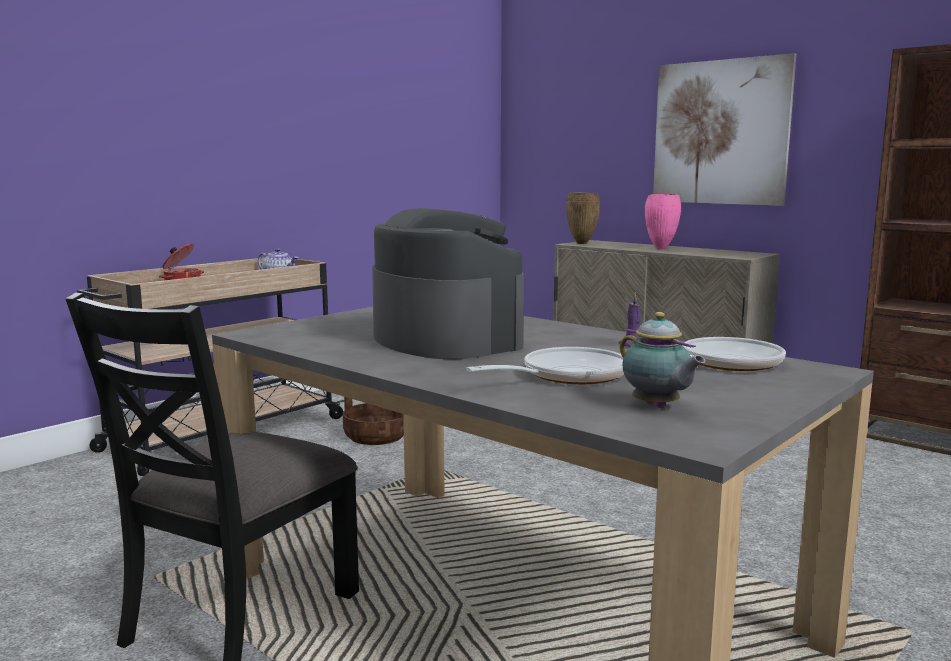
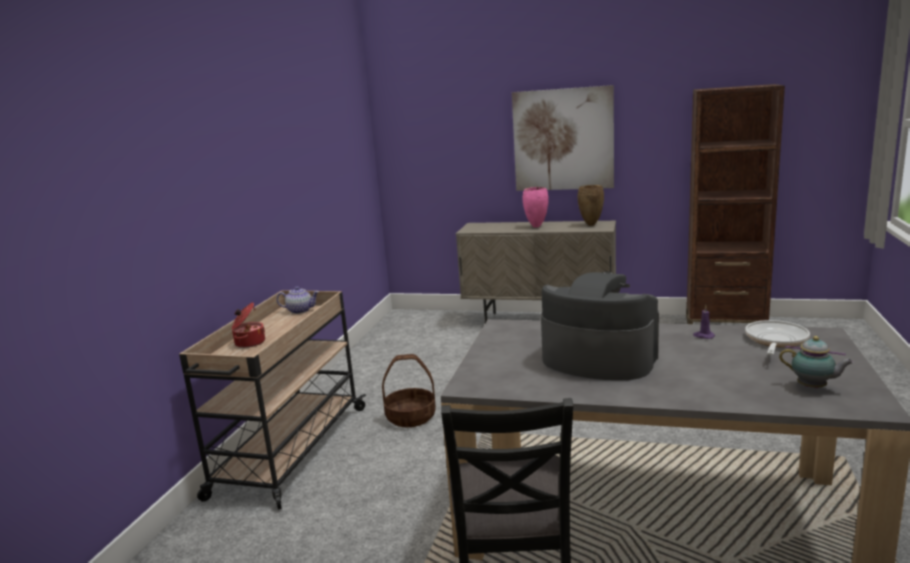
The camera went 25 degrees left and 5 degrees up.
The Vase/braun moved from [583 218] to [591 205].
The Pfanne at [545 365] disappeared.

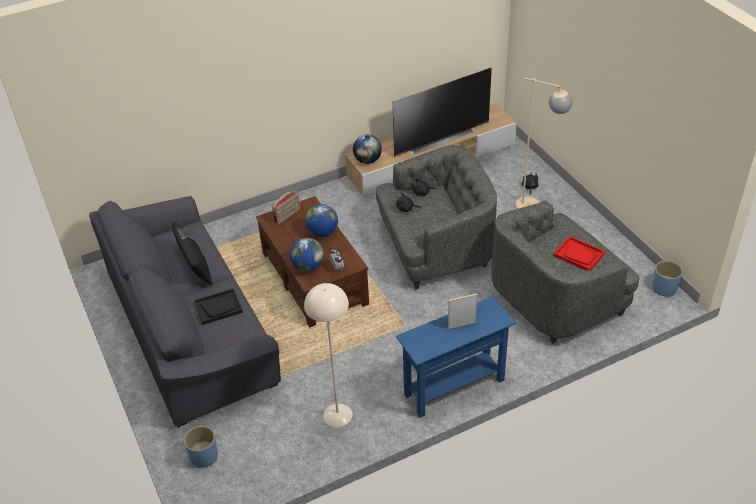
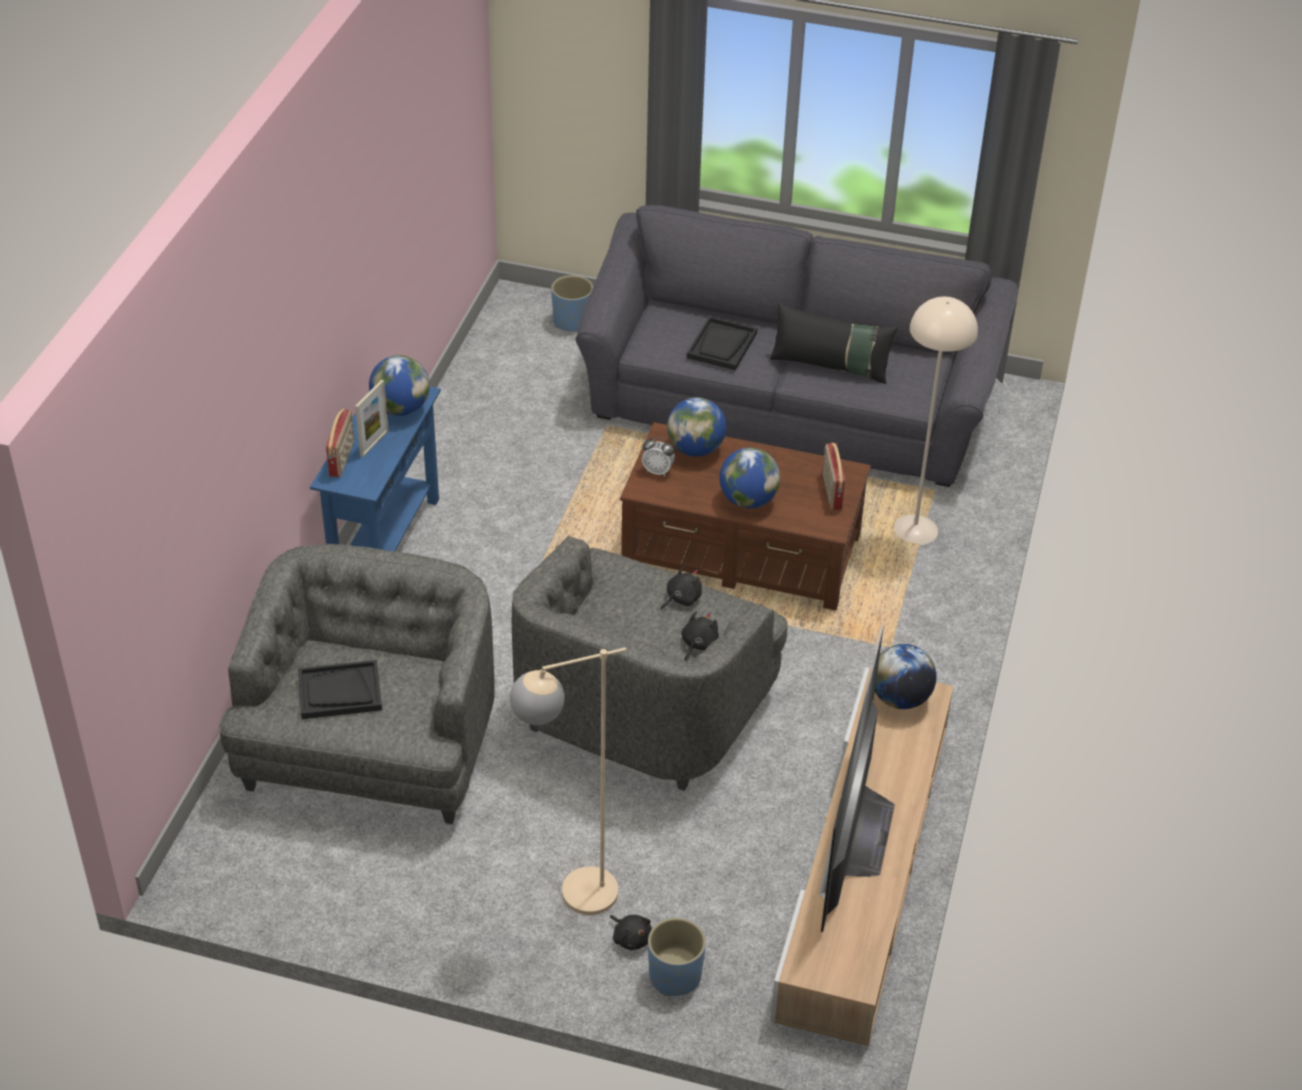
The camera went 130 degrees right and 0 degrees up.
The Tablett/rot at [579 253] became the Tablett/schwarz at [340 689].
The Pflanzkübel/blau moved from [667 278] to [677 957].
The Stehlampe/beige moved from [328 355] to [936 421].
The Globus at [399 385] appeared.
The Radio at [340 443] appeared.

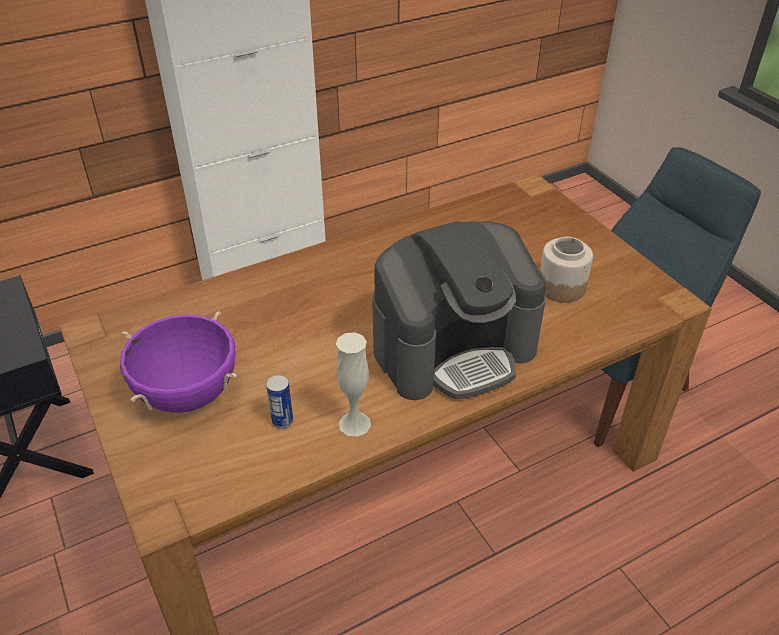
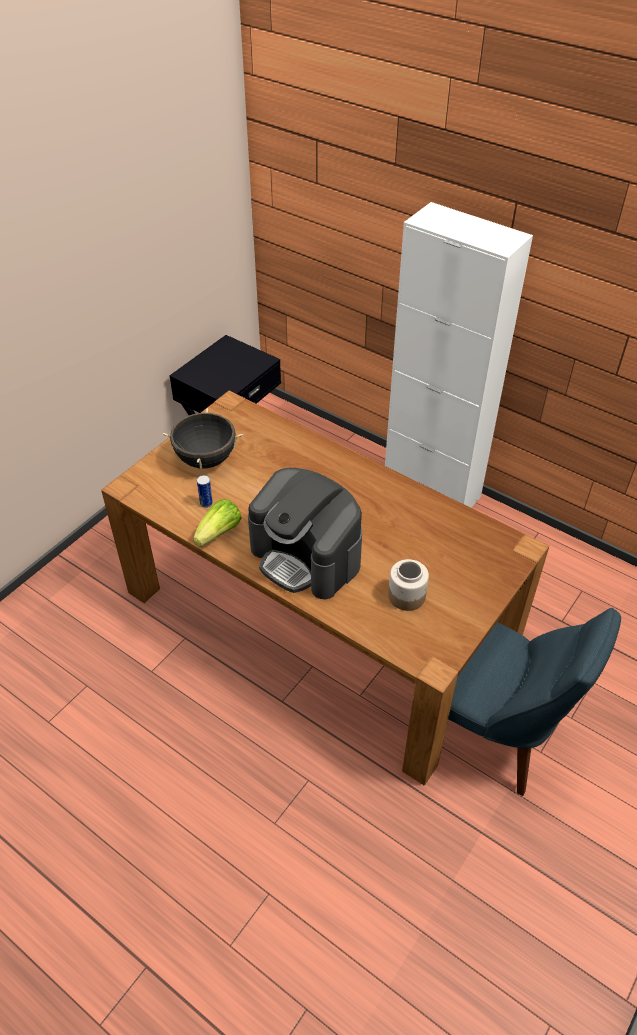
The camera went 65 degrees right and 5 degrees up.
The Kochtopf/lila at [179 362] became the Kochtopf/schwarz at [202 438].
The Vase/weiß at [353 384] was replaced by the Salatkopf at [217 523].

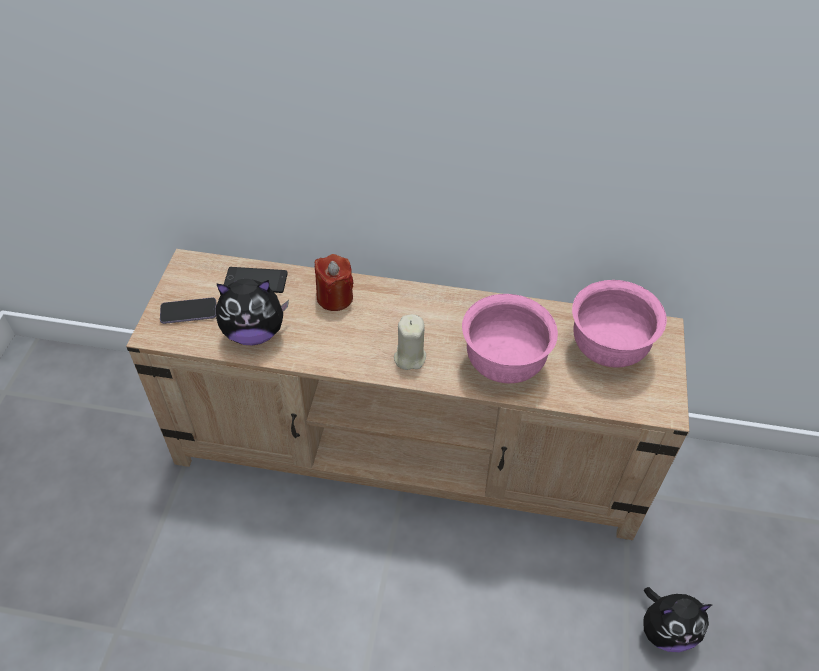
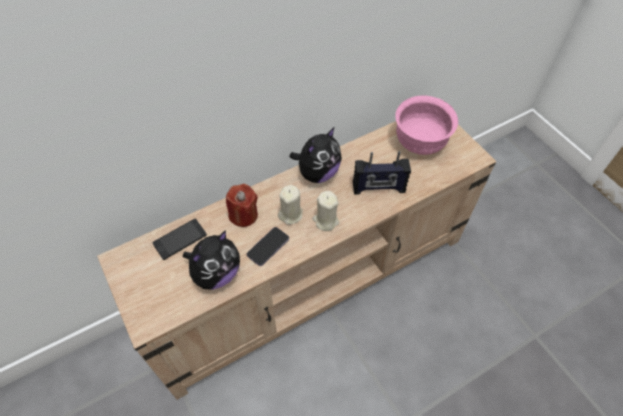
The camera went 40 degrees left and 5 degrees up.
The Schüssel/rosa at [510 338] was replaced by the Radio at [382 173].
The Handy moved from [188 311] to [268 246].
The Plüschtier moved from [677 619] to [315 155].
The Kerze/beige at [290 205] appeared.

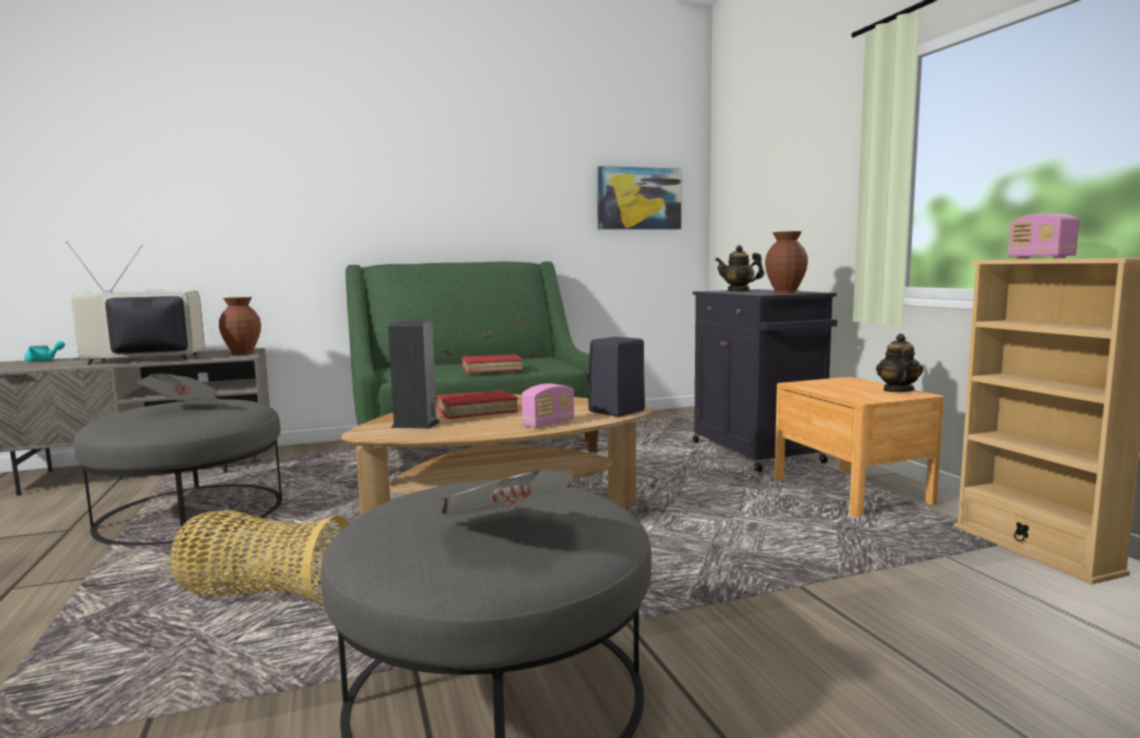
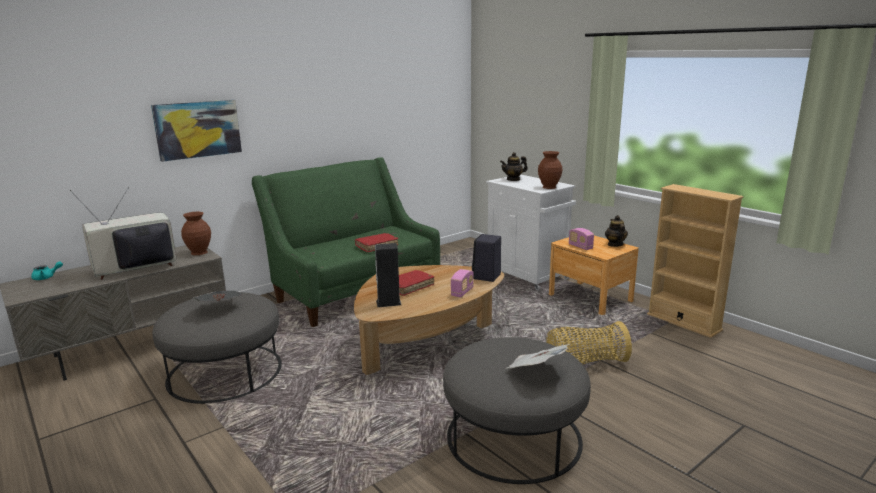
The camera went 20 degrees left and 10 degrees up.
The Bild moved from [639 198] to [196 131].
The Radio moved from [1043 236] to [581 239].
The Schrank/schwarz at [765 380] became the Schrank/weiß at [531 233].
The Korb moved from [260 557] to [589 343].

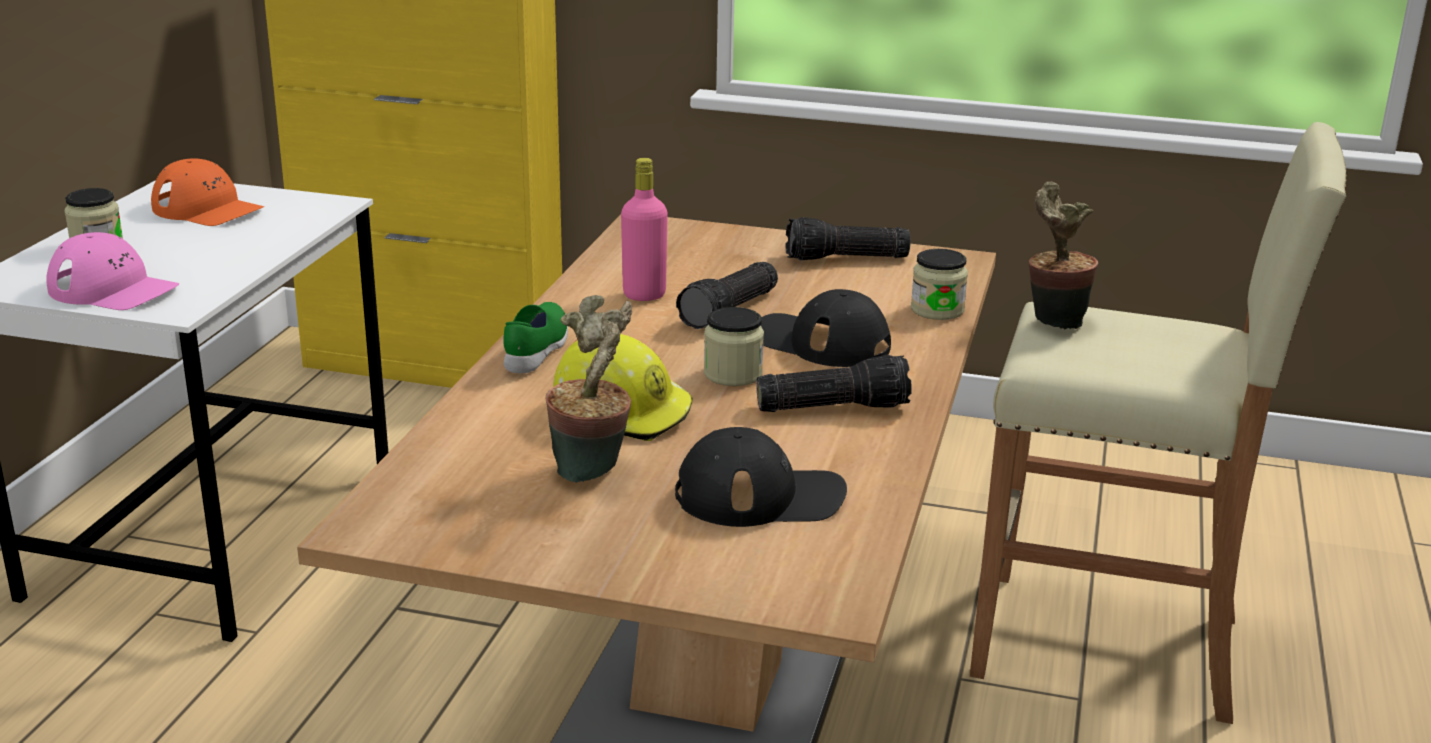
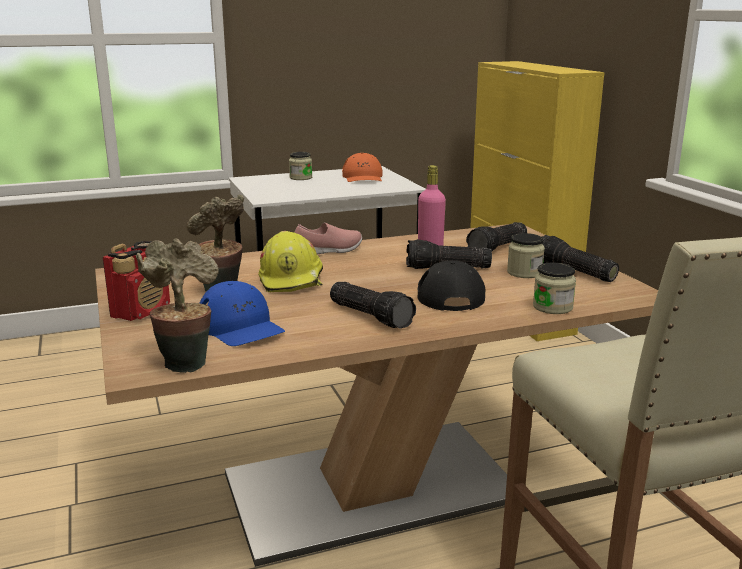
The camera went 55 degrees right and 5 degrees down.
The Topfpflanze moved from [1063 255] to [177 305].
The Kappe/rosa at [112 271] disappeared.
The Schuh/grün at [535 337] became the Schuh/rosa at [328 238].
The Vorratsglas moved from [734 346] to [526 255].
The Kappe/schwarz at [761 477] became the Kappe/blau at [242 313].
The Taschenlampe at [496 236] appeared.
The Radio at [136 281] appeared.

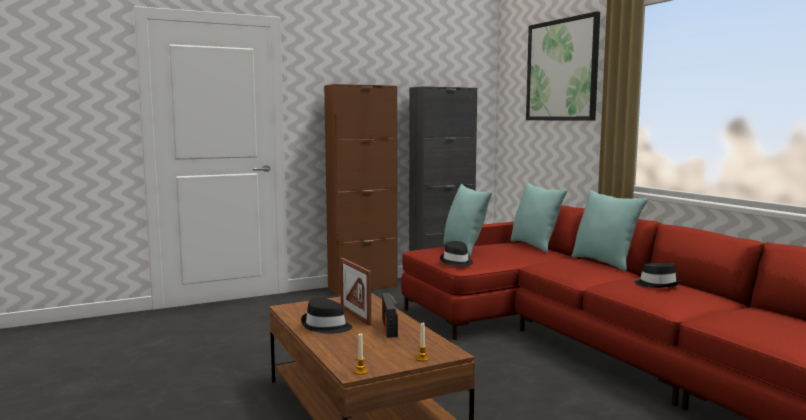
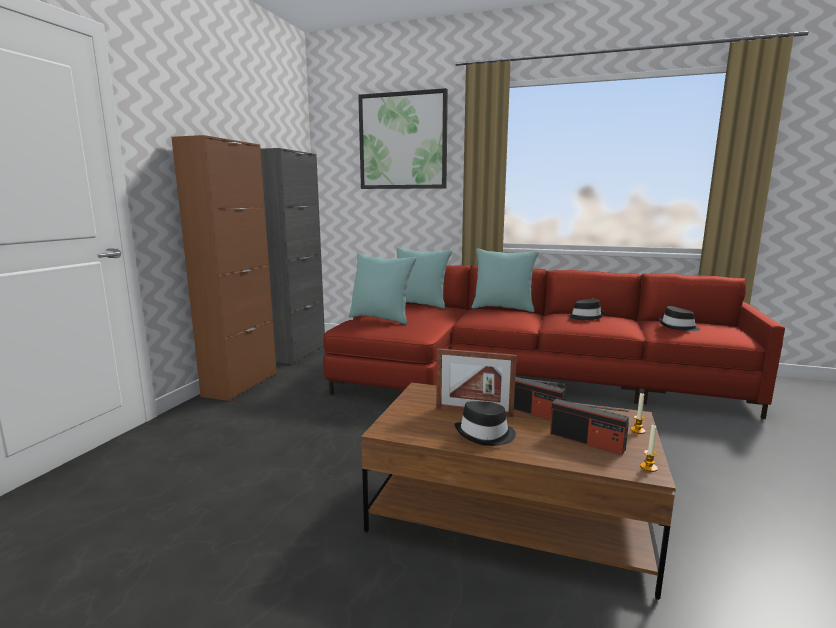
The camera went 45 degrees left and 5 degrees up.
The Hut/schwarz moved from [456 253] to [679 318].
The Radio at [589 427] appeared.

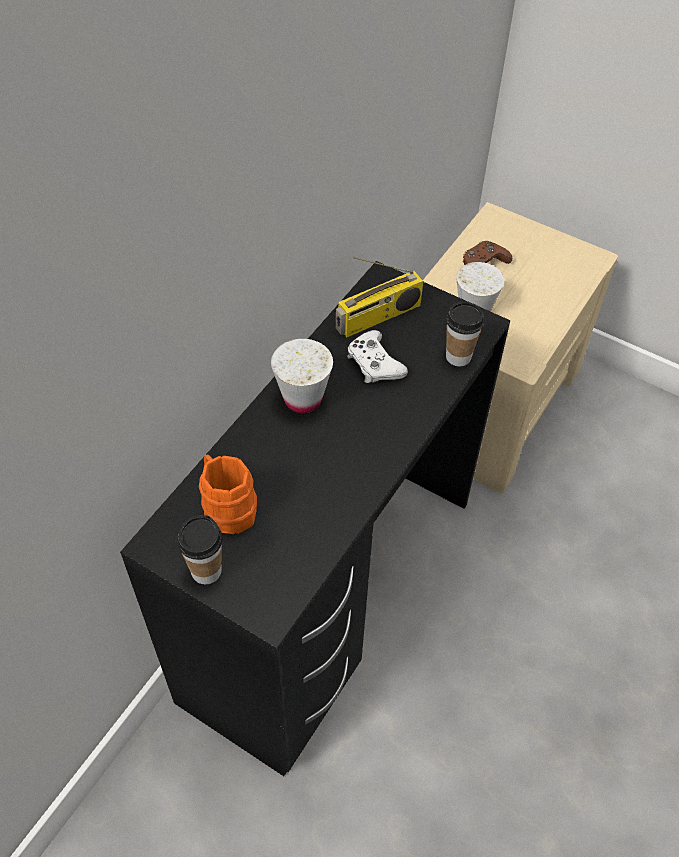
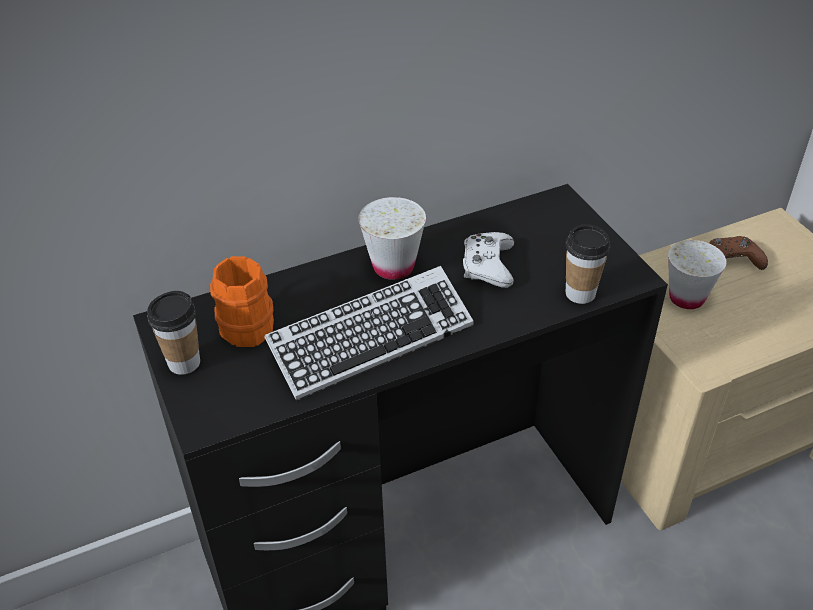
The camera went 35 degrees right and 10 degrees down.
The Radio at [379 297] disappeared.
The Tastatur at [369 333] appeared.

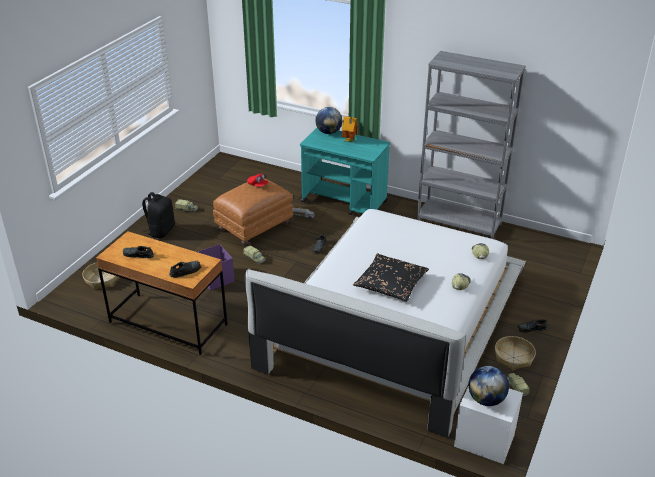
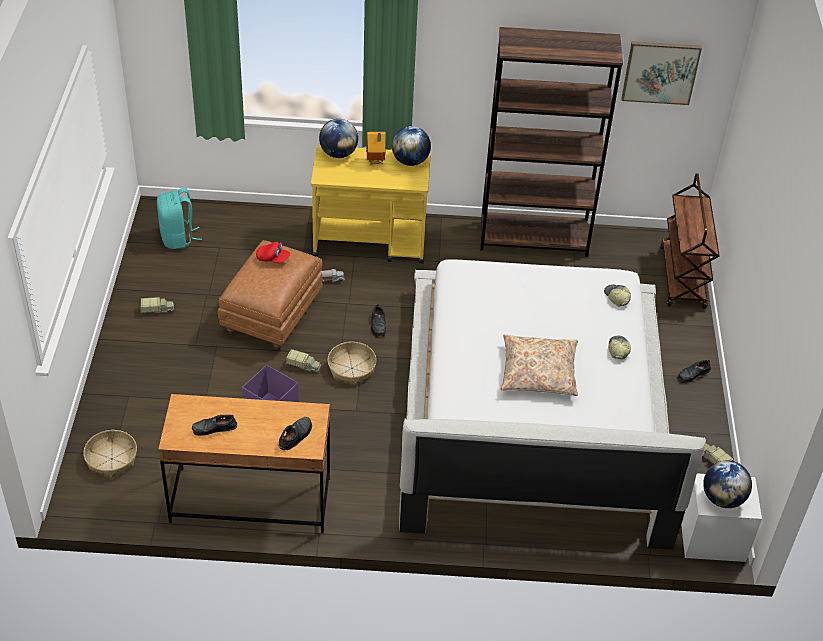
The camera went 25 degrees left and 10 degrees up.
The Bücherregal/grau at [471 145] became the Bücherregal/braun at [551 142].
The Rollwagen/türkis at [345 171] became the Rollwagen/gelb at [371 204].
The Rucksack/schwarz at [158 215] disappeared.
The Kissen/schwarz at [391 277] became the Kissen/beige at [539 365].
The Korb moved from [515 353] to [352 363].
The Bild at [661 73] appeared.
The Globus at [411 146] appeared.
The Rollwagen/braun at [690 241] appeared.
The Rucksack/türkis at [179 218] appeared.

